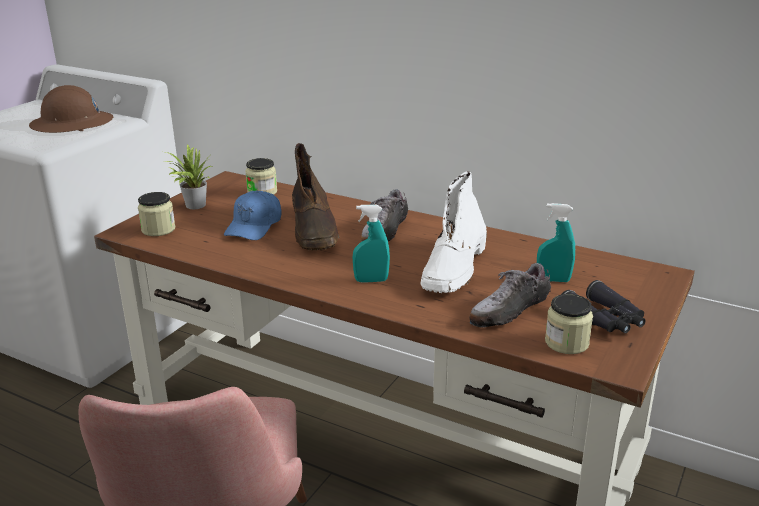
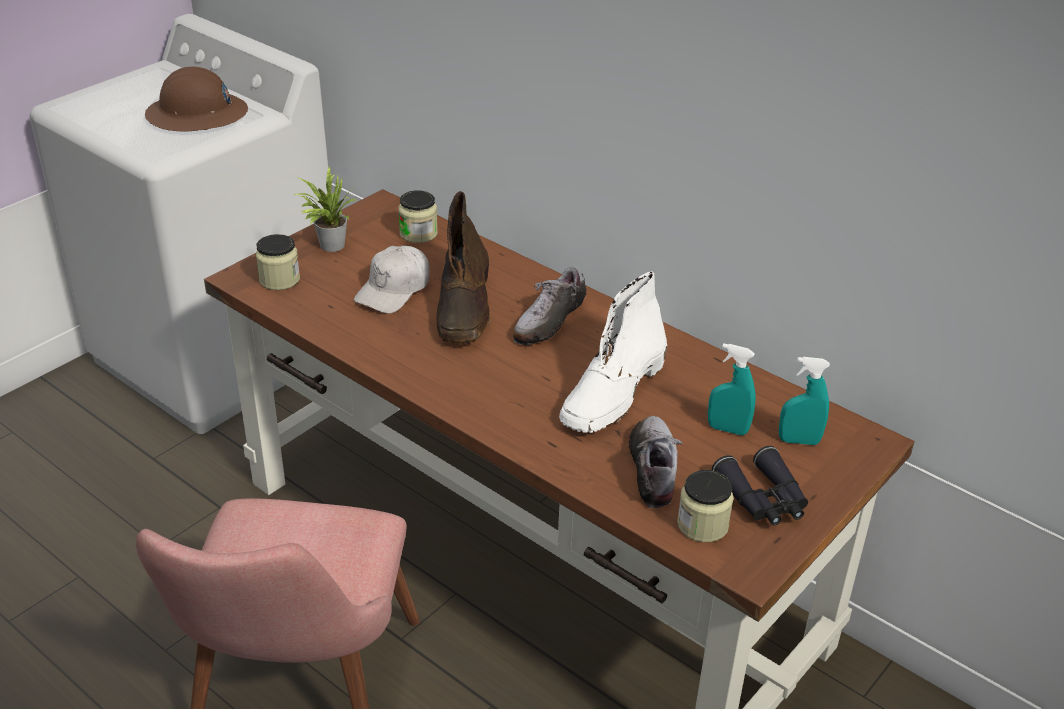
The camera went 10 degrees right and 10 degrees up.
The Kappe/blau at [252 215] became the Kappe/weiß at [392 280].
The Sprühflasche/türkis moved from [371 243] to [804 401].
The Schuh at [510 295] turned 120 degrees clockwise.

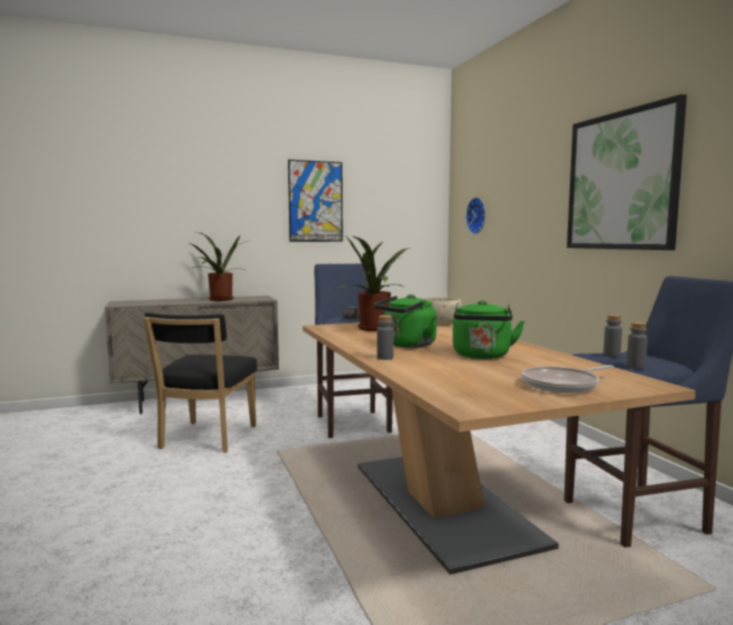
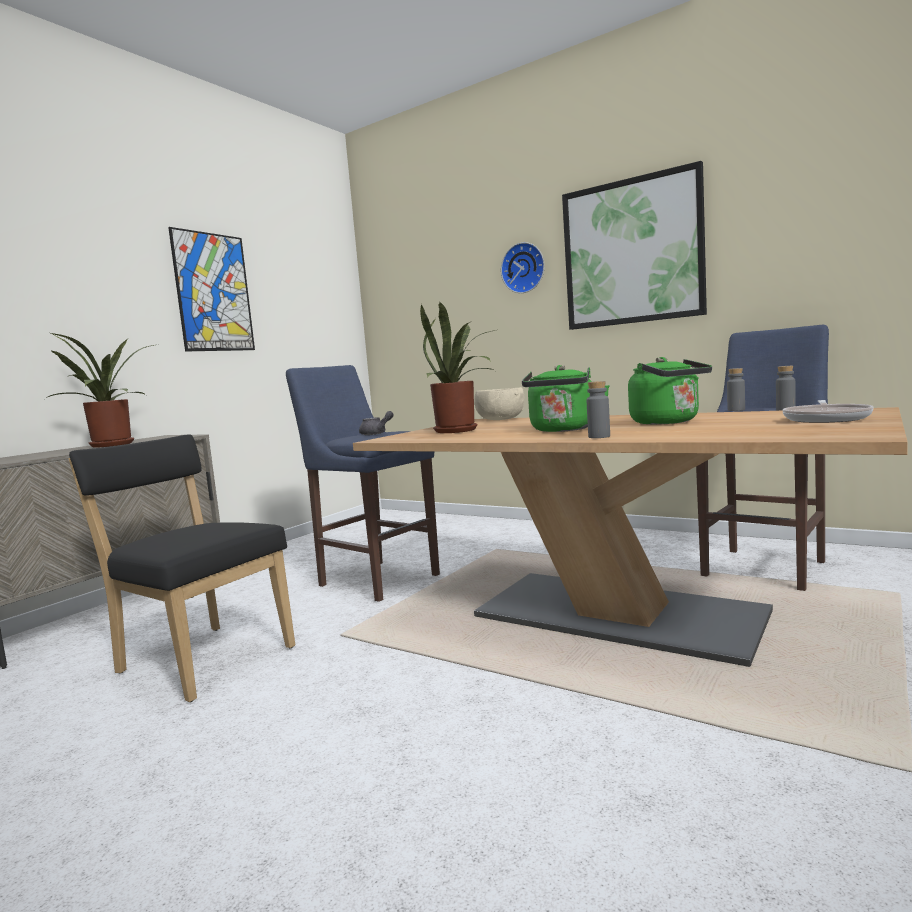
The camera went 35 degrees left and 0 degrees up.
The Wanduhr moved from [476 215] to [523 267].
The Stuhl/schwarz at [200 382] turned 150 degrees clockwise.

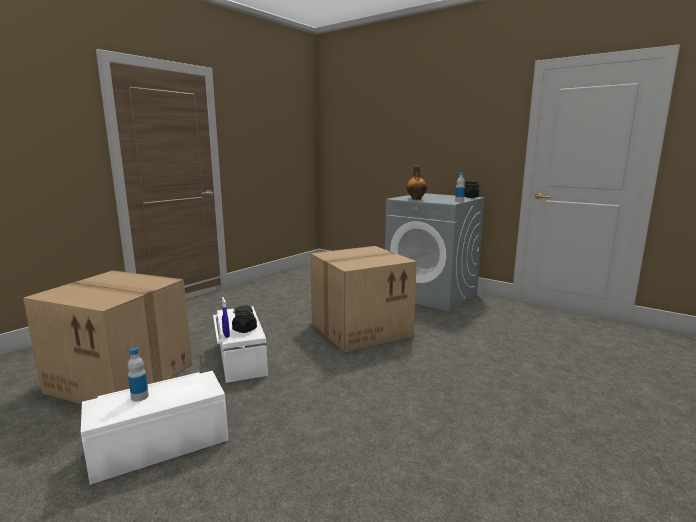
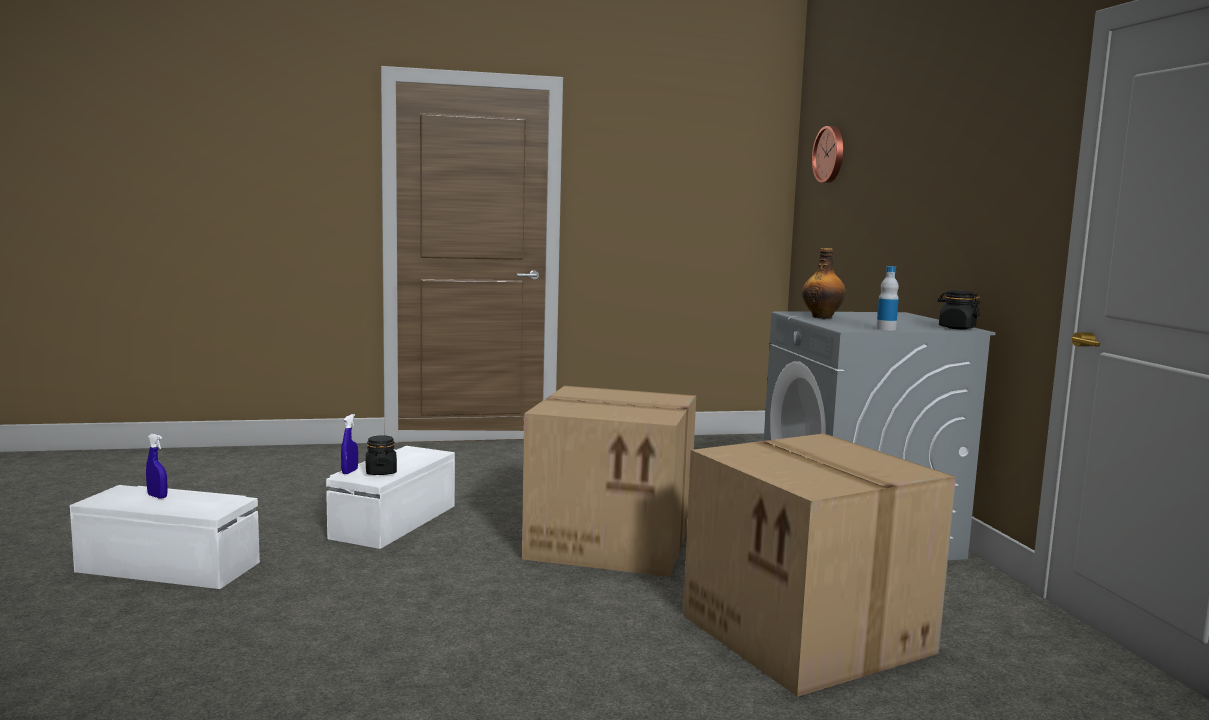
The camera went 40 degrees right and 5 degrees down.
The Karton moved from [107 337] to [819 565].
The Flasche at [138 374] was replaced by the Sprühflasche/blau at [157 466].
The Wanduhr at [827 154] appeared.

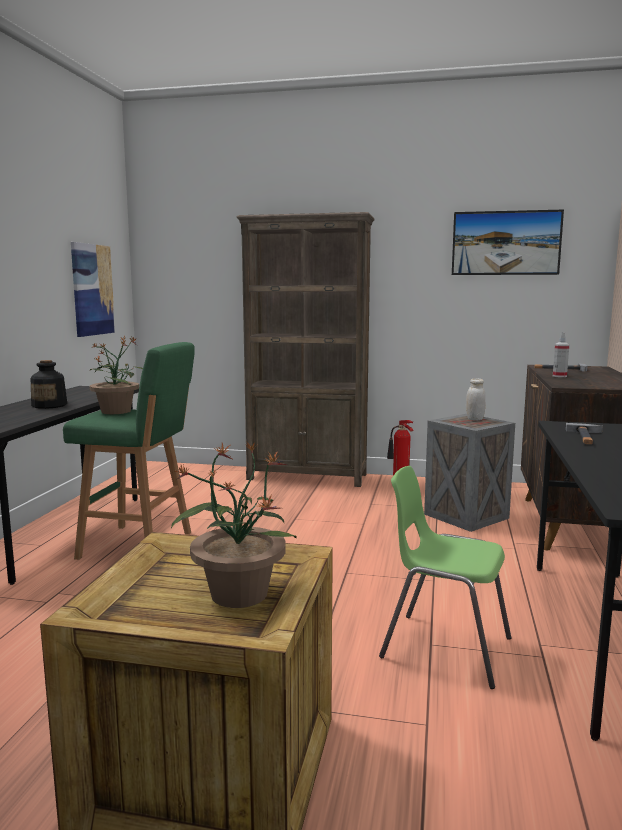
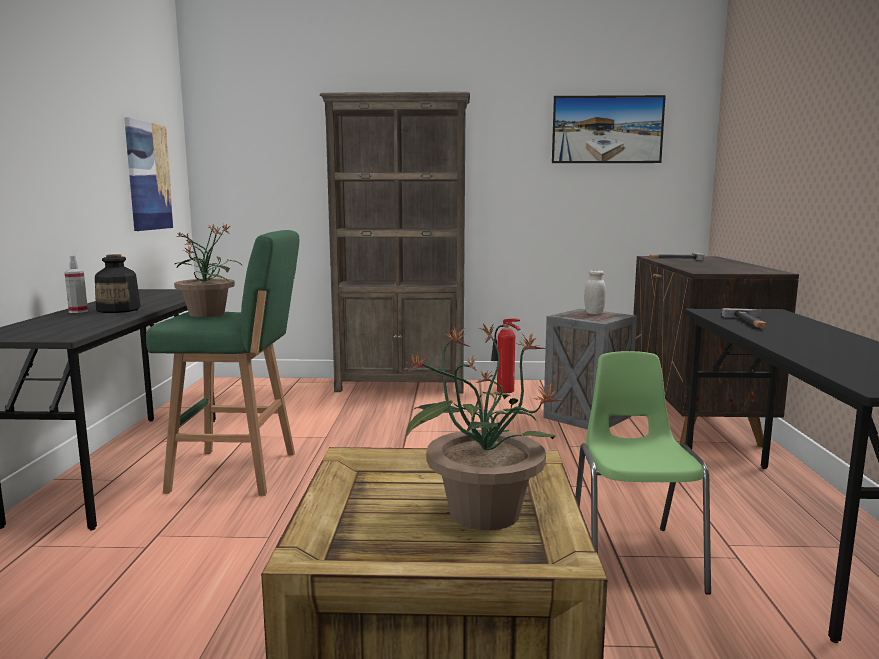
The camera went 10 degrees left and 0 degrees up.
The Sprühflasche moved from [561 354] to [76 284].
The Stuhl/grün at [445 577] turned 75 degrees clockwise.

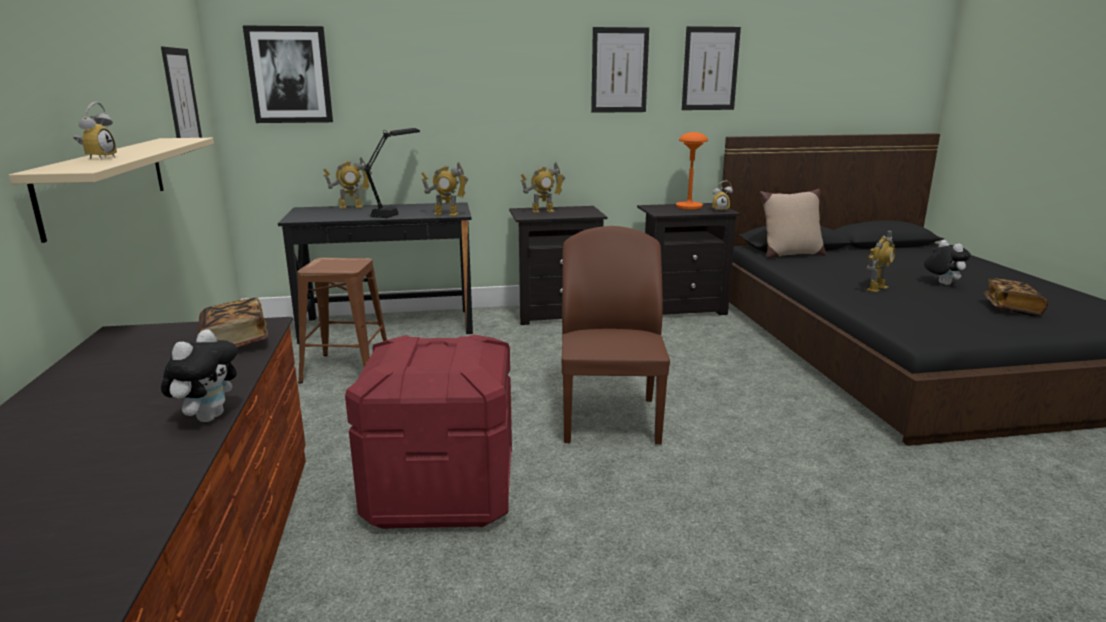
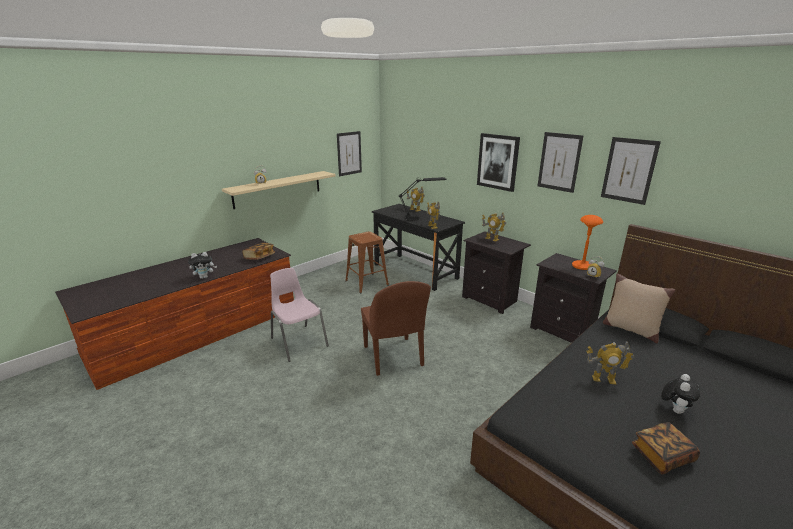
The camera went 55 degrees right and 5 degrees up.
The Bild moved from [288 74] to [498 162].
The Stuhl/braun at [615 335] turned 105 degrees clockwise.
The Aufbewahrungsbox/rot at [428 431] was replaced by the Stuhl/rosa at [299 315].

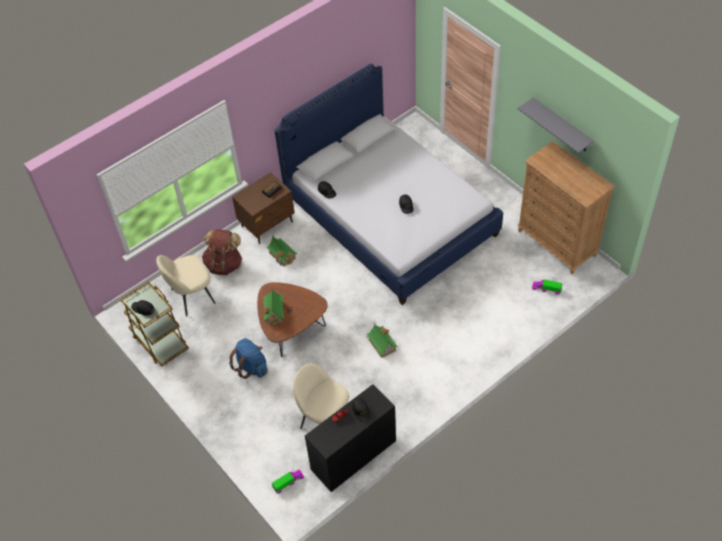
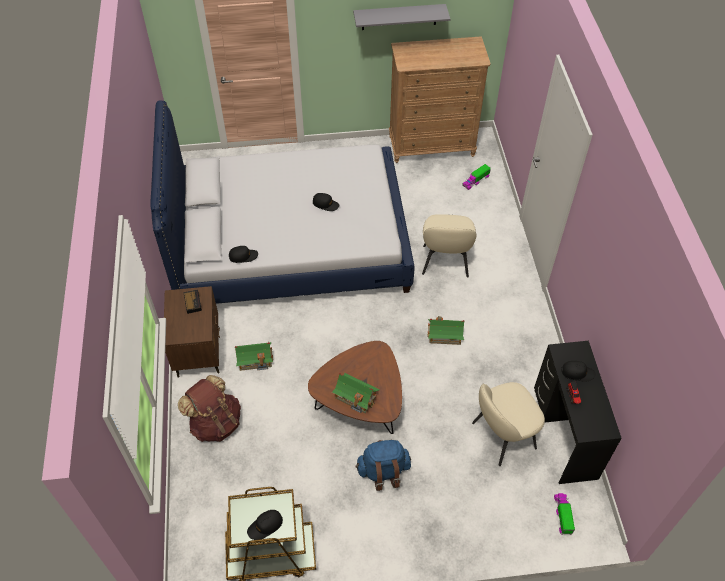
The camera went 60 degrees left and 0 degrees up.
The Stuhl/beige moved from [185 286] to [449 245].

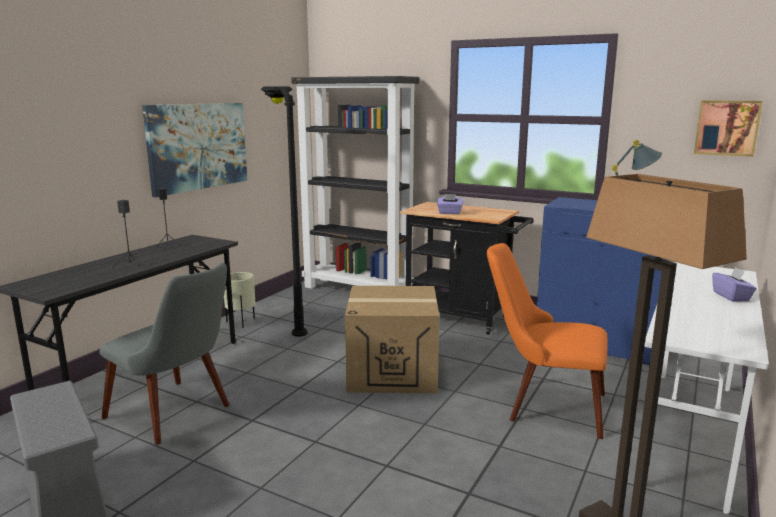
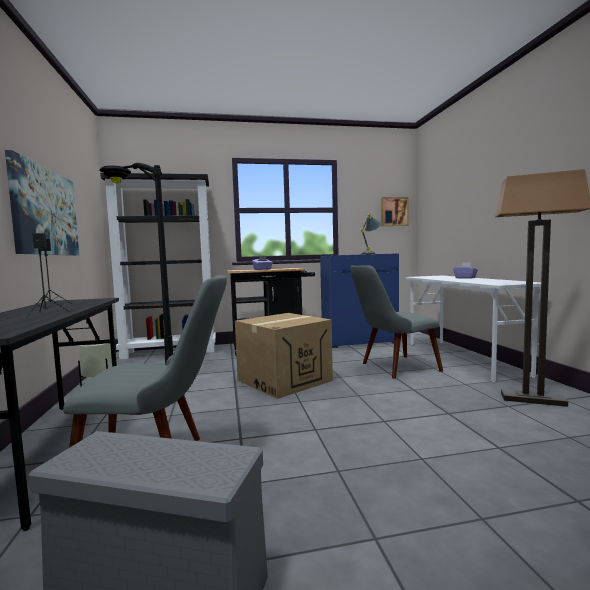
The camera went 40 degrees left and 10 degrees down.
The Stuhl/orange at [547 341] became the Stuhl/grau at [397 322].

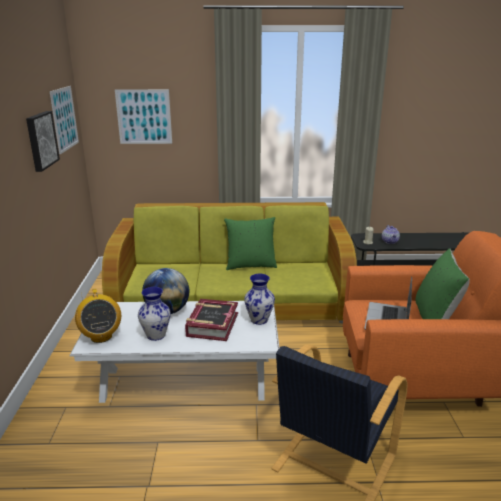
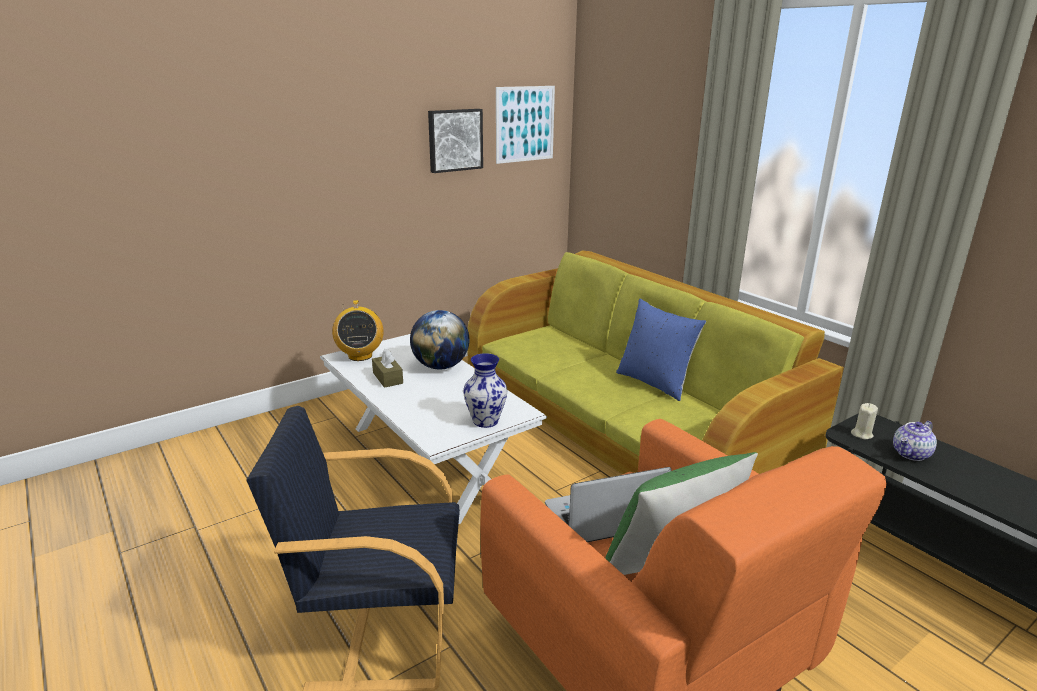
The camera went 55 degrees right and 0 degrees up.
The Bild at [143 116] disappeared.
The Kissen/grün at [250 243] became the Kissen/blau at [661 350].
The Vase at [154 314] was replaced by the Taschentuchbox/braun at [387 368].
The Radio at [98 316] turned 45 degrees counterclockwise.
The Buch at [211 320] disappeared.

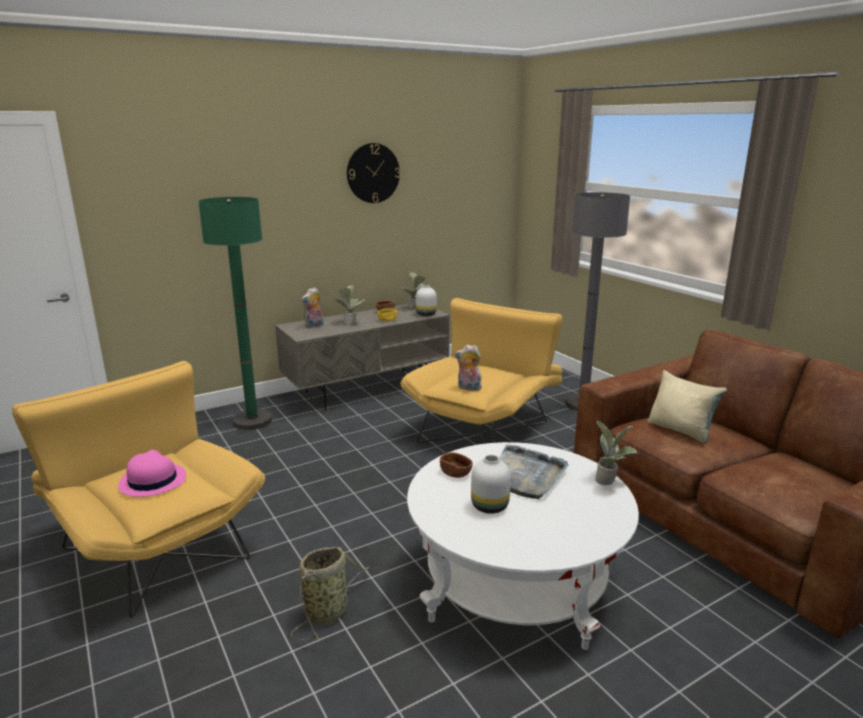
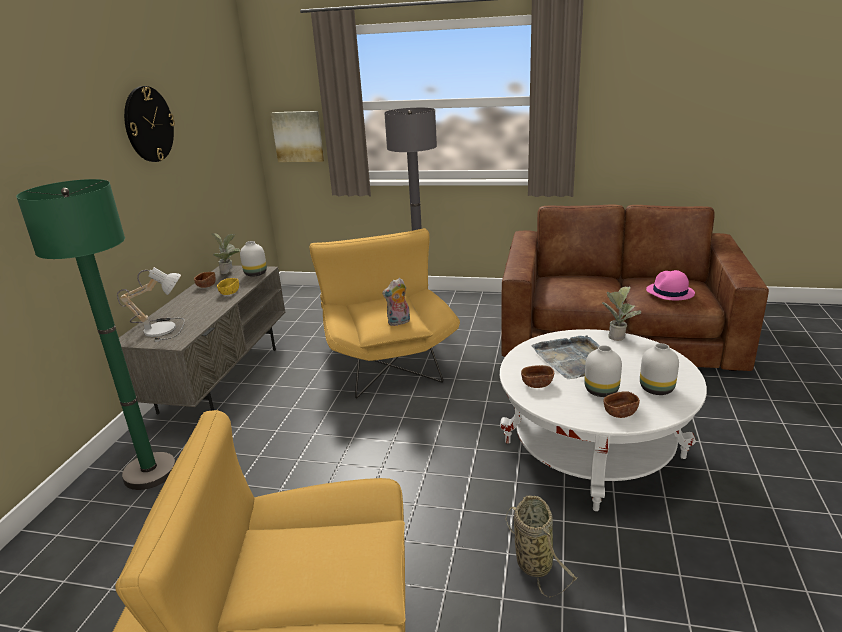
The camera went 45 degrees left and 5 degrees up.
The Topfpflanze at [350 305] disappeared.
The Plüschtier at [312 307] was replaced by the Tischlampe at [151 304].
The Kissen/beige at [687 407] disappeared.
The Hut/rosa moved from [152 473] to [670 285].
The Bild at [297 136] appeared.
The Vase/weiß at [659 369] appeared.
The Schüssel/braun at [621 404] appeared.

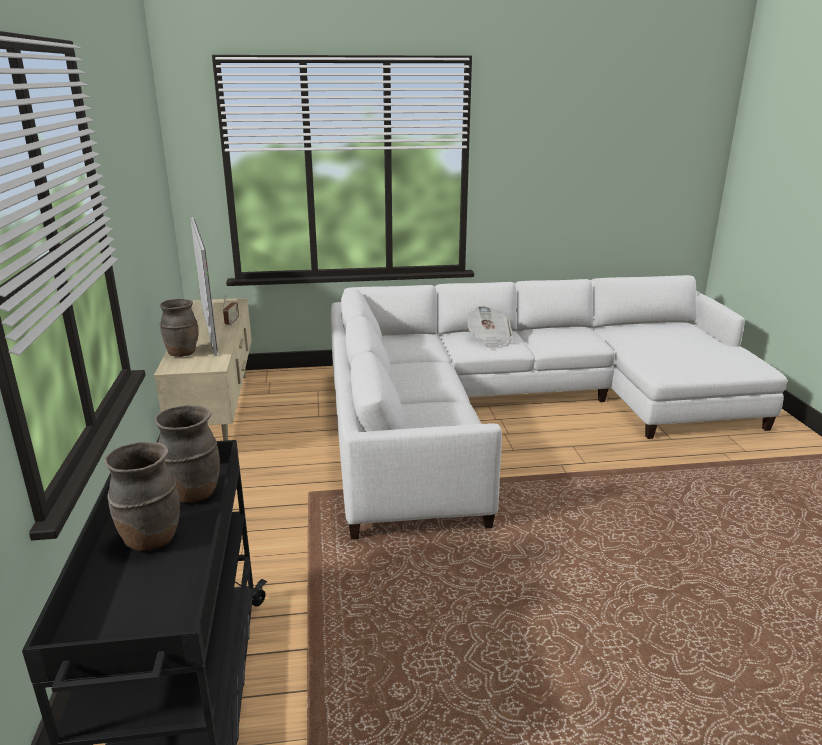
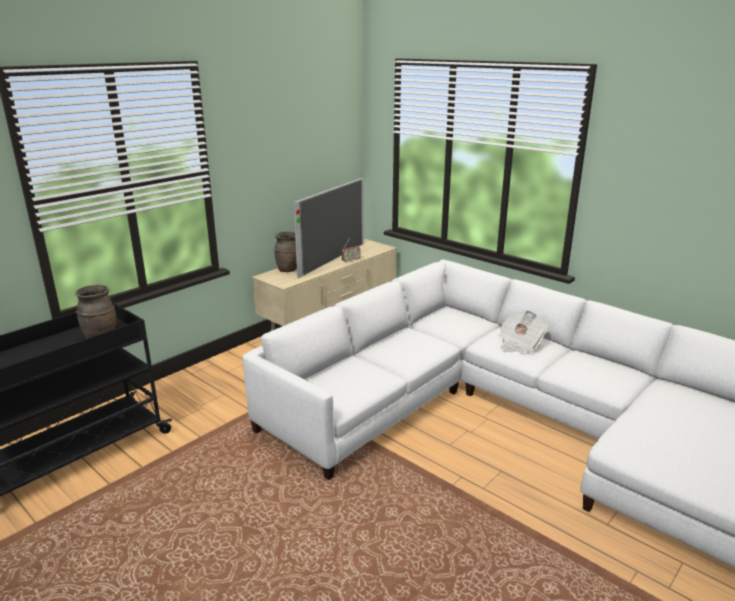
The camera went 50 degrees right and 0 degrees up.
The Vase/braun at [142 496] disappeared.

